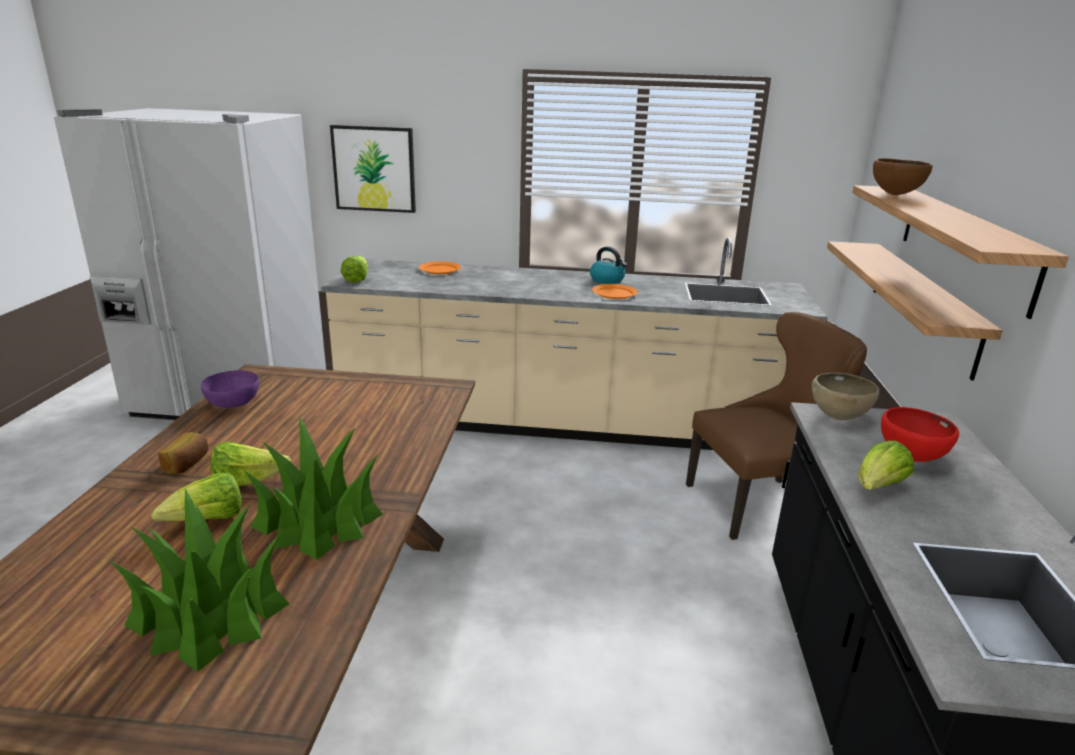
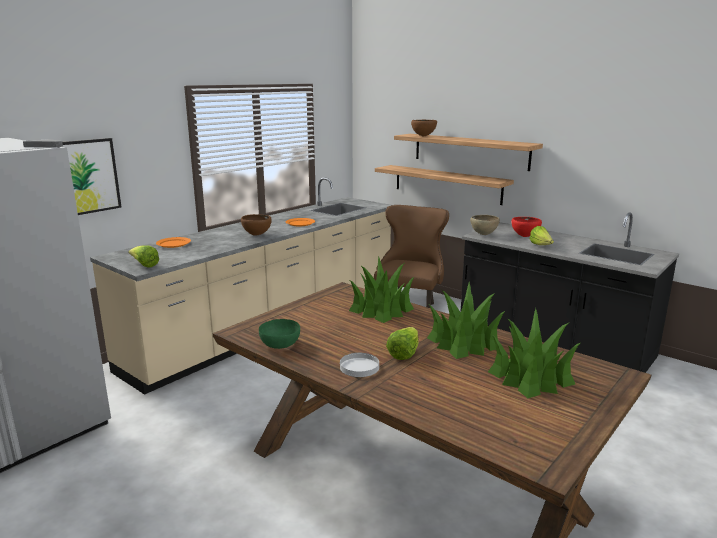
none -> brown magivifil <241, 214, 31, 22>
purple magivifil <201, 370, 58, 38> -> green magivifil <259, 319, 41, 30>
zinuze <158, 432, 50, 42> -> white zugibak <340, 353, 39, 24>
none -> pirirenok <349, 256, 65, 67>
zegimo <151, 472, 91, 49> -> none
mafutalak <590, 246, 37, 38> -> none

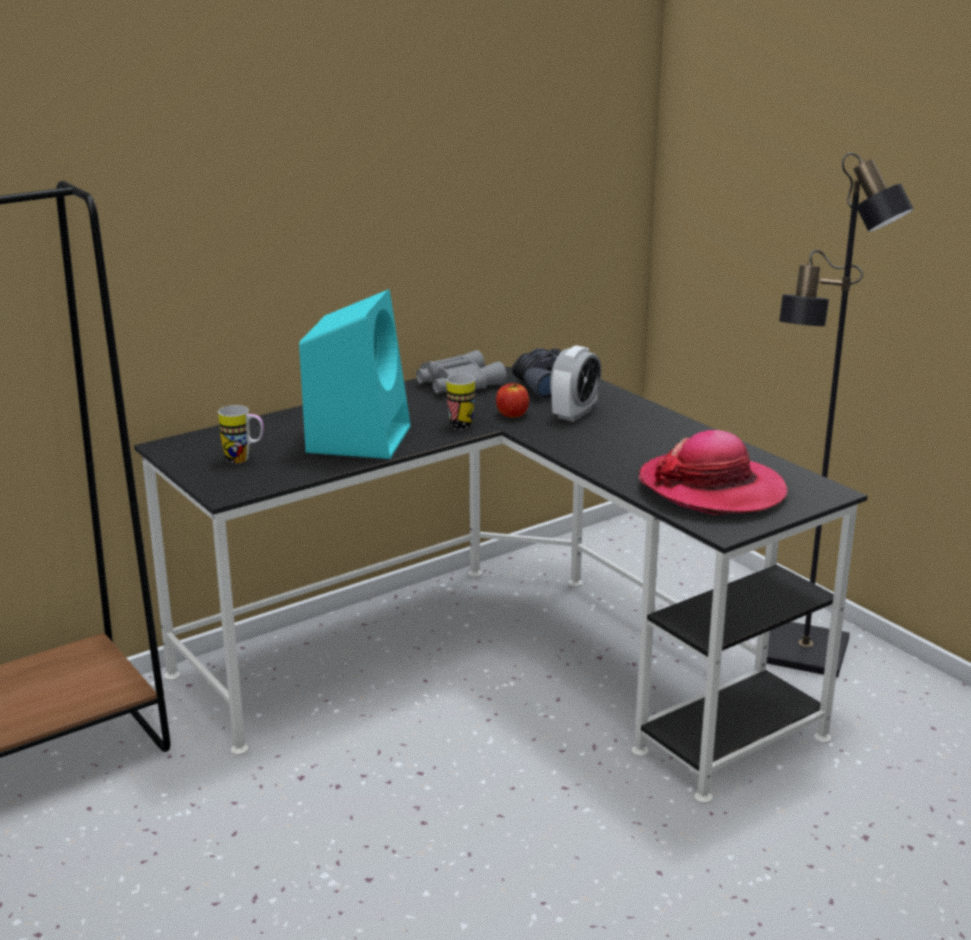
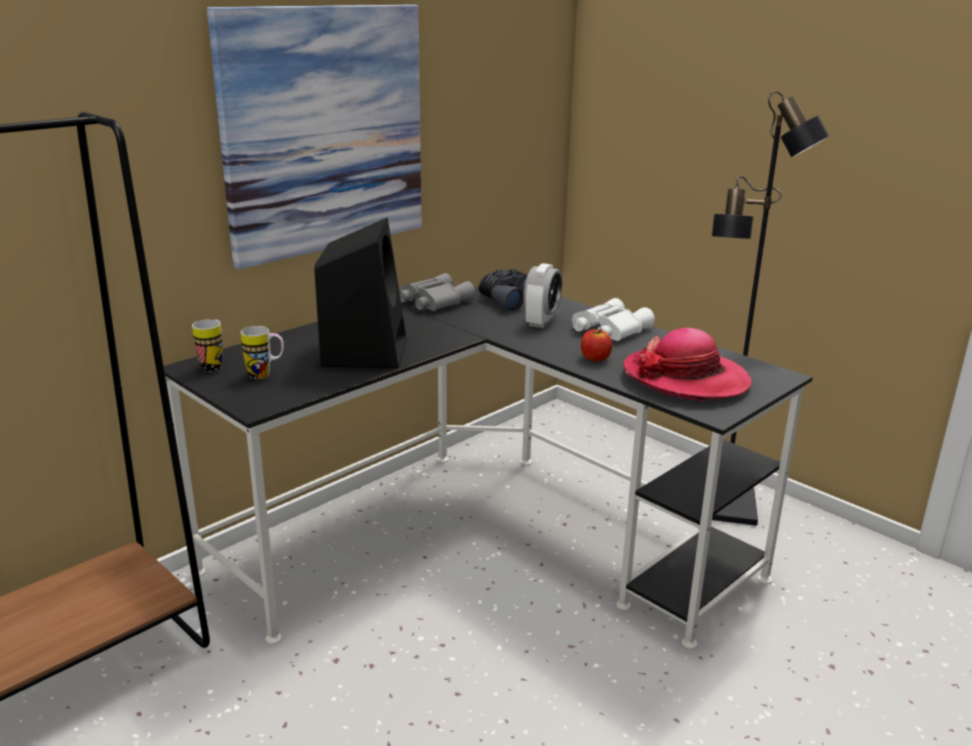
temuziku <447, 374, 28, 55> -> temuziku <192, 319, 30, 53>, relocated
none -> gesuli <207, 4, 215, 265>
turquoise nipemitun <299, 289, 112, 170> -> black nipemitun <314, 218, 92, 150>
none -> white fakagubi <572, 298, 83, 43>
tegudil <496, 383, 33, 35> -> tegudil <581, 329, 31, 33>, relocated

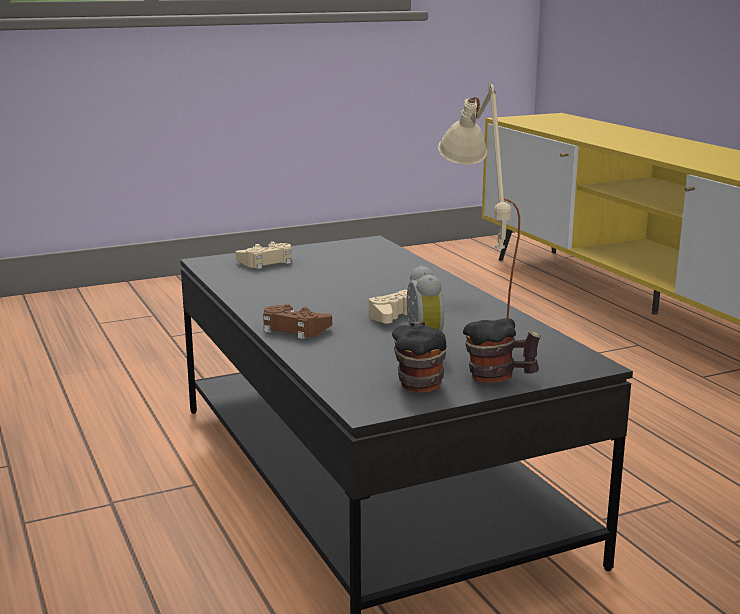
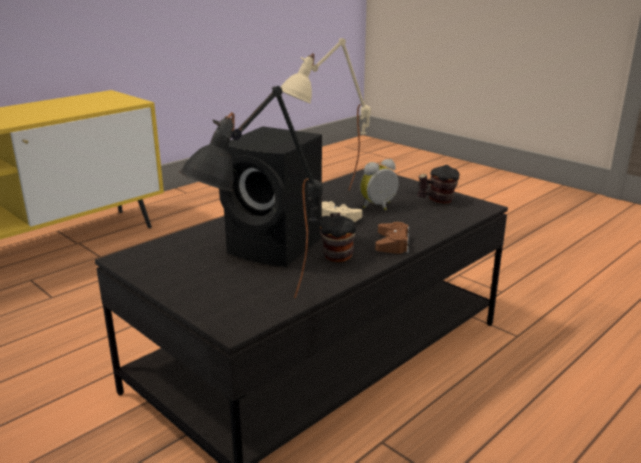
none -> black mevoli <179, 86, 144, 212>
none -> black nipemitun <219, 126, 103, 141>
temuziku <463, 318, 78, 65> -> temuziku <318, 212, 38, 50>, relocated
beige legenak <236, 242, 56, 27> -> none

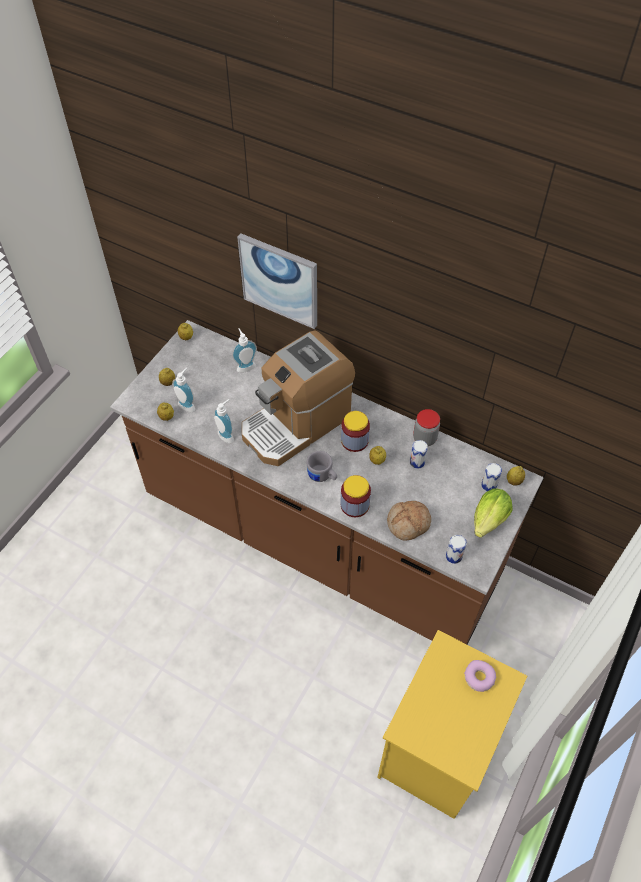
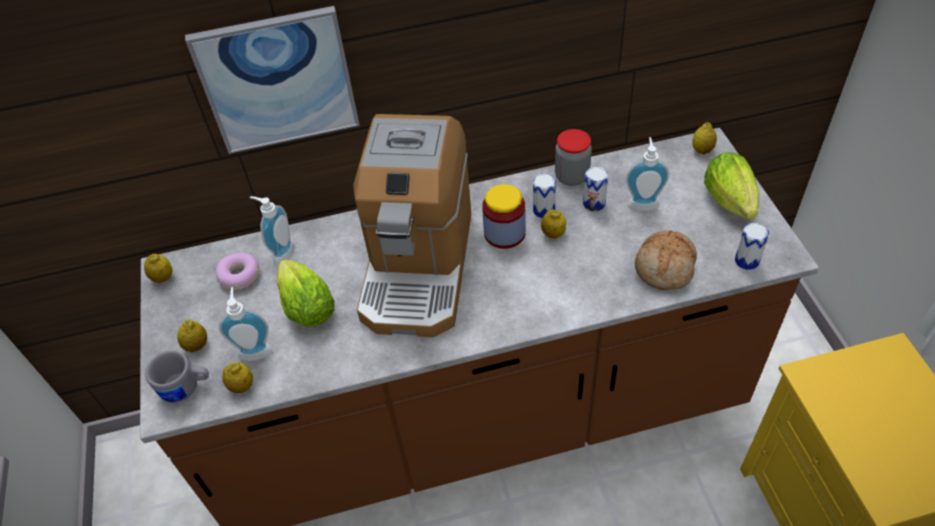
grey temuziku <307, 451, 30, 31> -> grey temuziku <145, 351, 64, 52>, relocated
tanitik <464, 660, 32, 32> -> tanitik <216, 253, 44, 37>, relocated
none -> zegimo <277, 259, 58, 68>
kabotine <481, 463, 21, 28> -> kabotine <533, 173, 23, 45>, relocated
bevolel <214, 399, 20, 44> -> bevolel <626, 137, 43, 74>, relocated
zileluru <340, 475, 31, 42> -> none

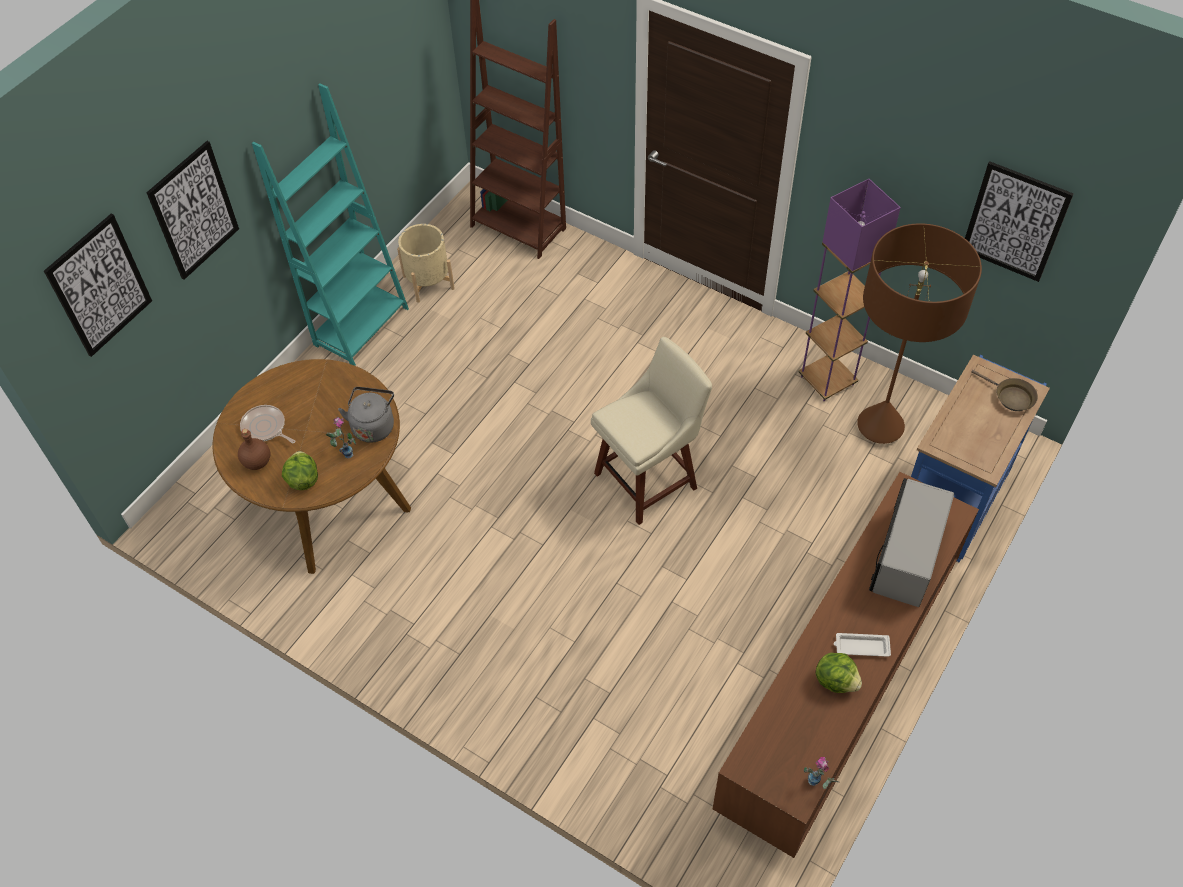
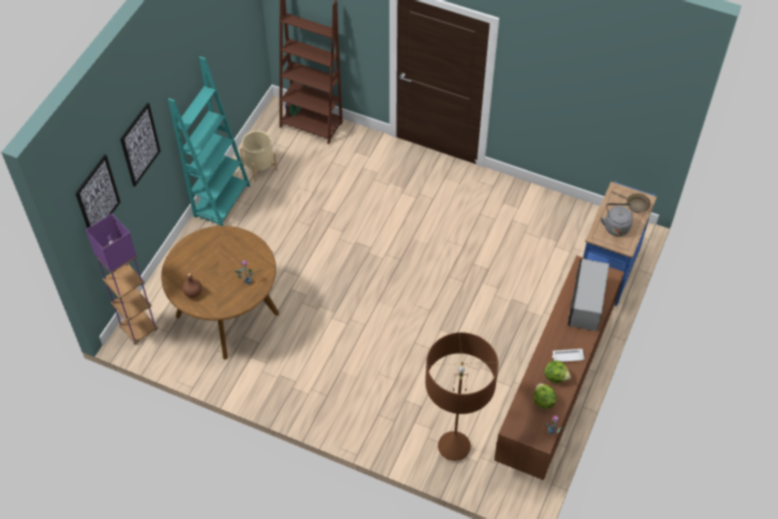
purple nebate <799, 179, 102, 222> -> purple nebate <86, 214, 72, 130>, relocated
brown nebate <857, 223, 125, 221> -> brown nebate <425, 332, 74, 129>, relocated
zegimo <282, 451, 36, 39> -> zegimo <533, 383, 24, 26>, relocated
grey mafutalak <338, 387, 56, 56> -> grey mafutalak <600, 203, 33, 33>, relocated
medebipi <240, 405, 56, 38> -> none
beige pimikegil <591, 337, 121, 188> -> none
gesuli <965, 161, 109, 121> -> none

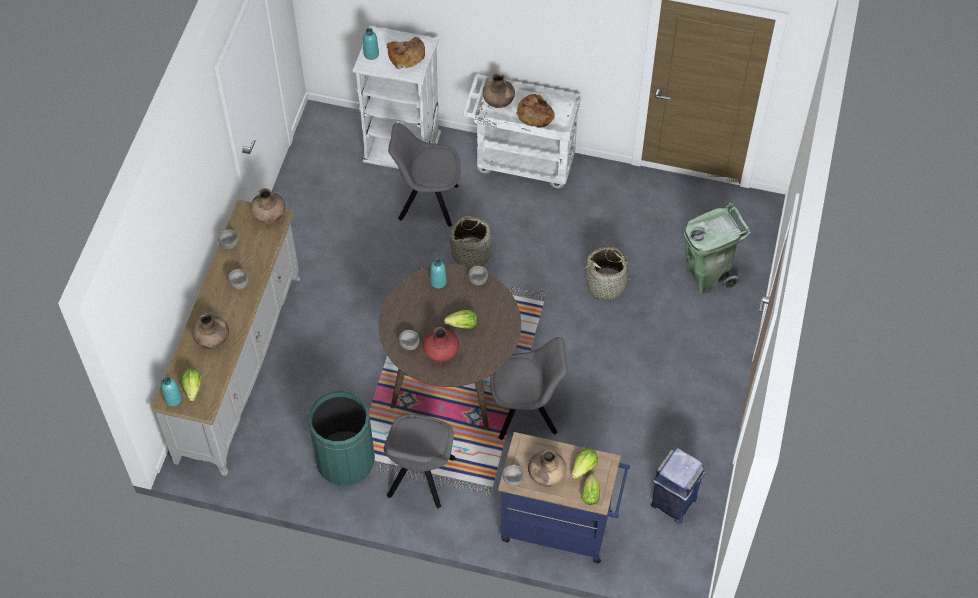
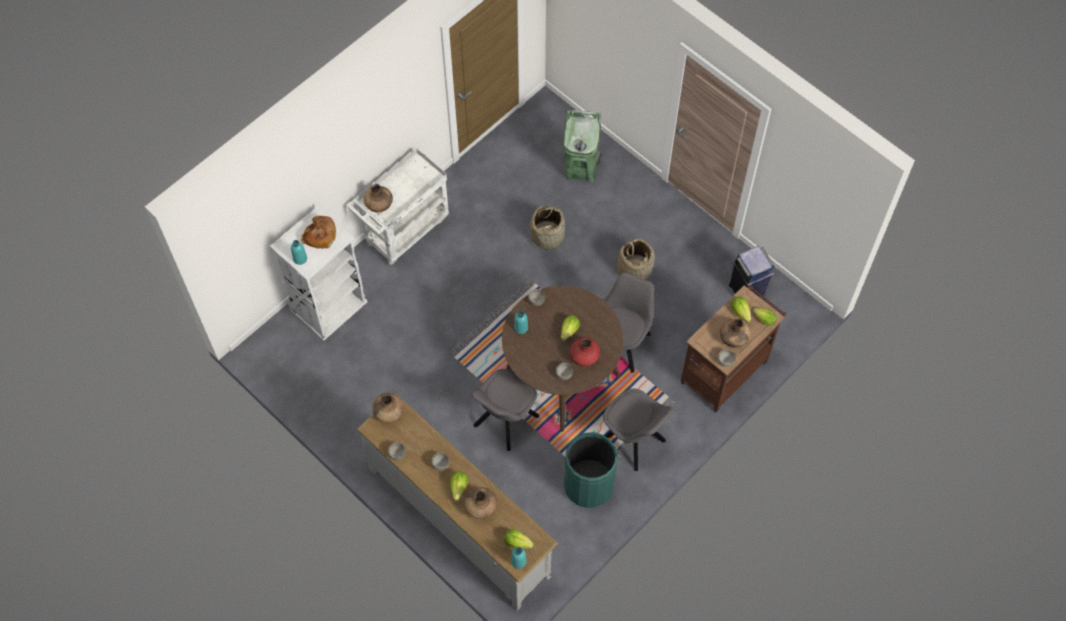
none -> zegimo <450, 471, 18, 30>
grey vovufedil <388, 123, 73, 104> -> grey vovufedil <472, 369, 67, 82>, relocated
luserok <450, 216, 42, 51> -> luserok <617, 237, 38, 43>, relocated
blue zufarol <498, 432, 132, 132> -> brown zufarol <681, 285, 105, 128>
zinuze <516, 94, 38, 34> -> none

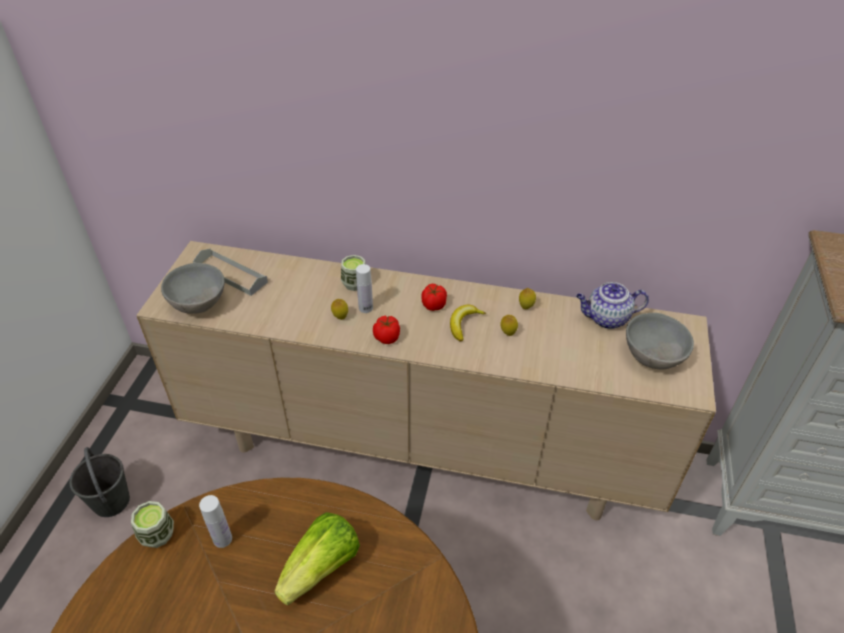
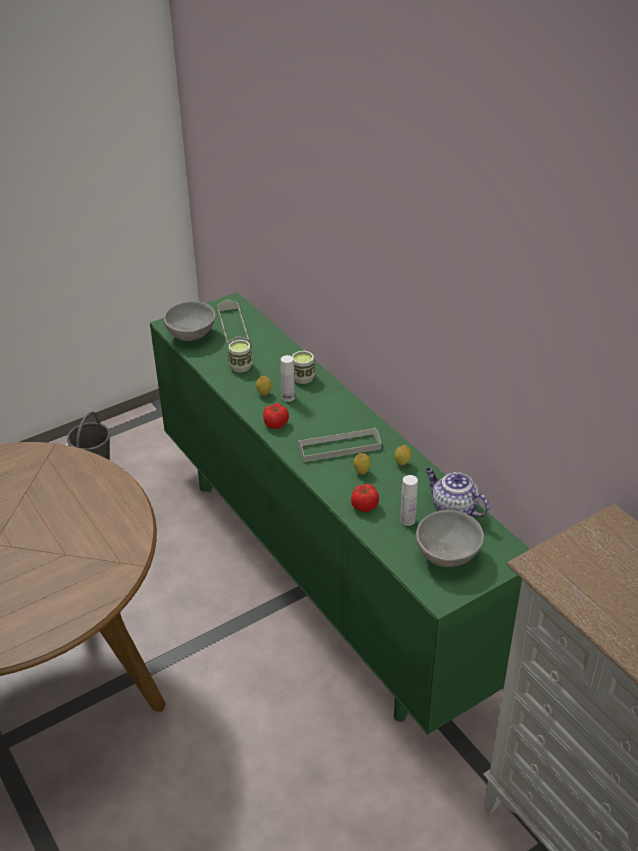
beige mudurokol <136, 241, 580, 279> -> green mudurokol <150, 292, 380, 443>
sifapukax <131, 501, 43, 47> -> sifapukax <228, 340, 25, 33>, relocated
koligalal <450, 305, 36, 37> -> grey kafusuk <298, 428, 83, 34>
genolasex <421, 284, 26, 27> -> genolasex <351, 484, 28, 28>, relocated
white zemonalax <199, 495, 33, 53> -> white zemonalax <400, 475, 18, 51>, relocated
zegimo <274, 512, 86, 93> -> none

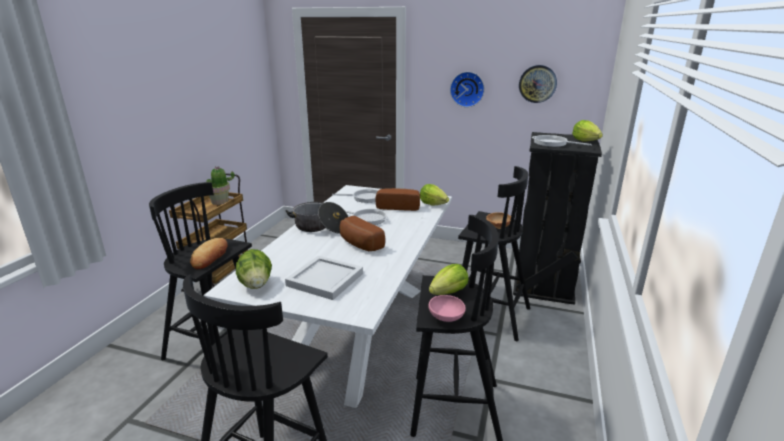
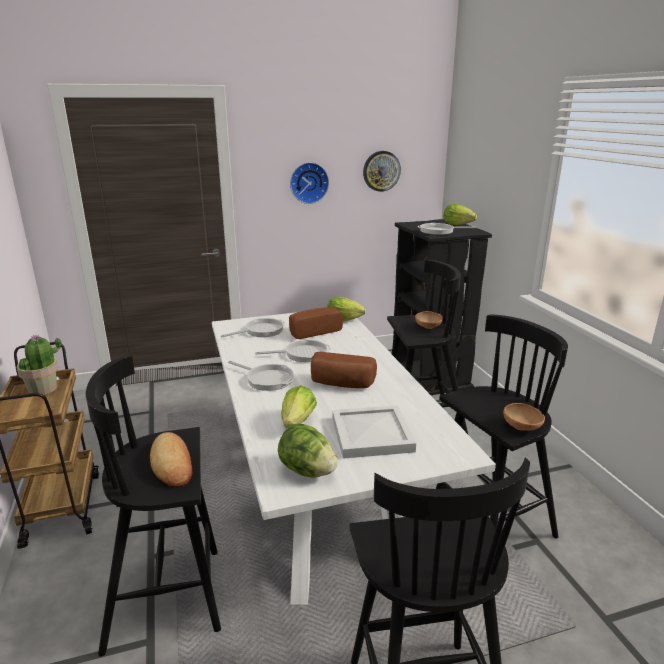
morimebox <286, 202, 62, 32> -> medebipi <228, 361, 66, 30>
zegimo <429, 264, 40, 31> -> zegimo <281, 386, 36, 43>, relocated
pink magivifil <429, 295, 37, 27> -> brown magivifil <503, 403, 42, 28>

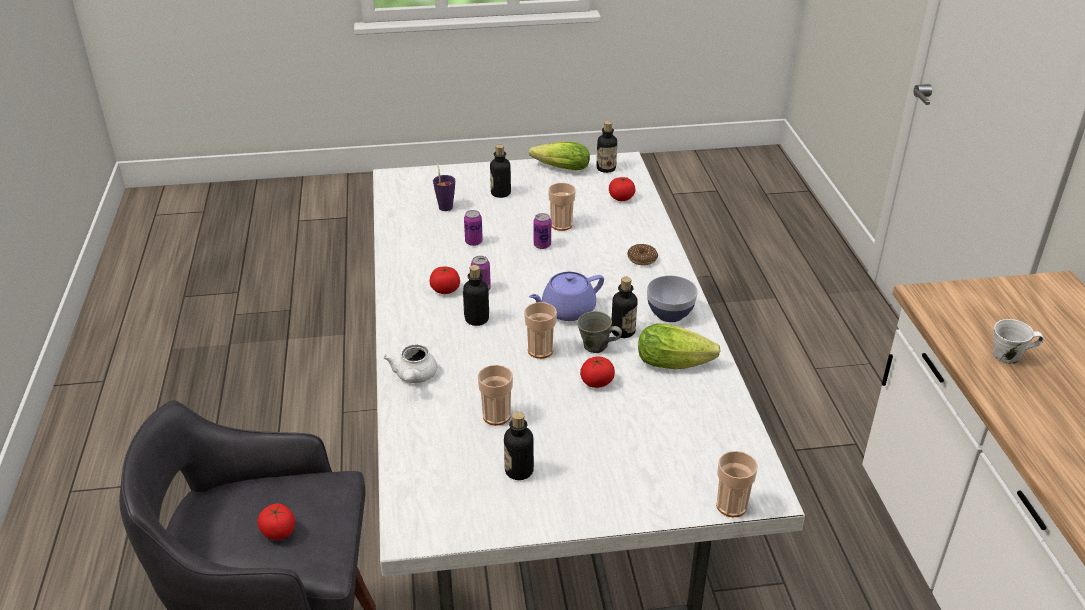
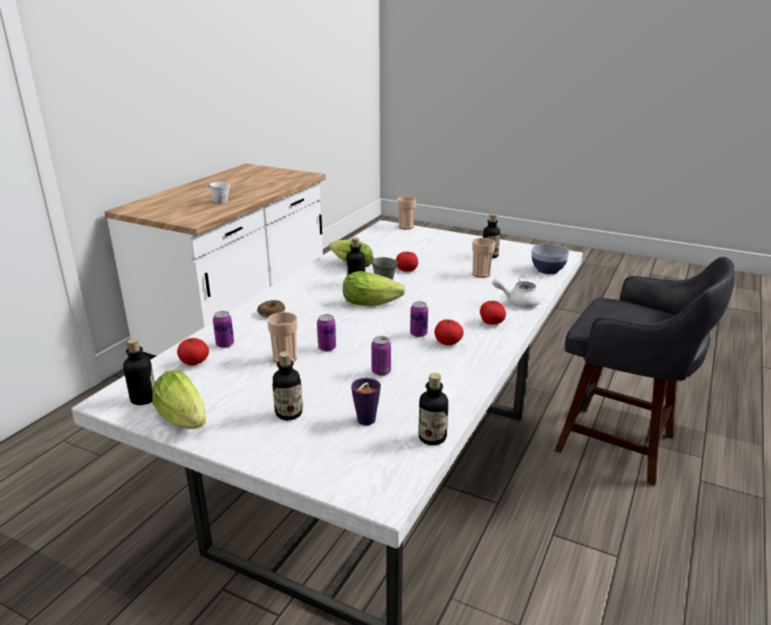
none -> kabotine <213, 311, 21, 37>
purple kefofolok <529, 272, 75, 49> -> zegimo <343, 271, 62, 35>
zemonalax <463, 265, 26, 61> -> zemonalax <418, 373, 30, 72>, relocated
genolasex <257, 503, 38, 37> -> genolasex <480, 300, 26, 25>, relocated
white kefofolok <384, 345, 53, 38> -> white kefofolok <492, 276, 49, 31>, 120 degrees counterclockwise
magivifil <647, 275, 51, 47> -> magivifil <531, 244, 38, 30>, relocated
sifapukax <524, 302, 33, 57> -> none

